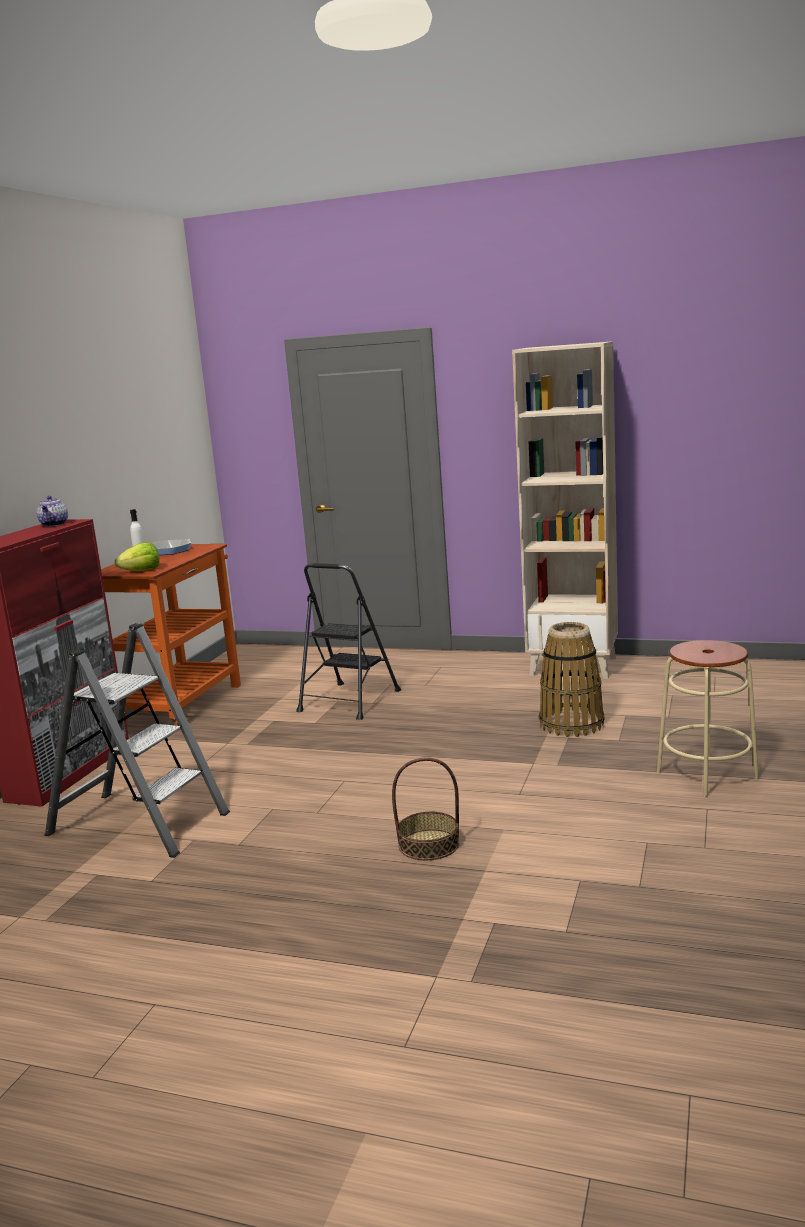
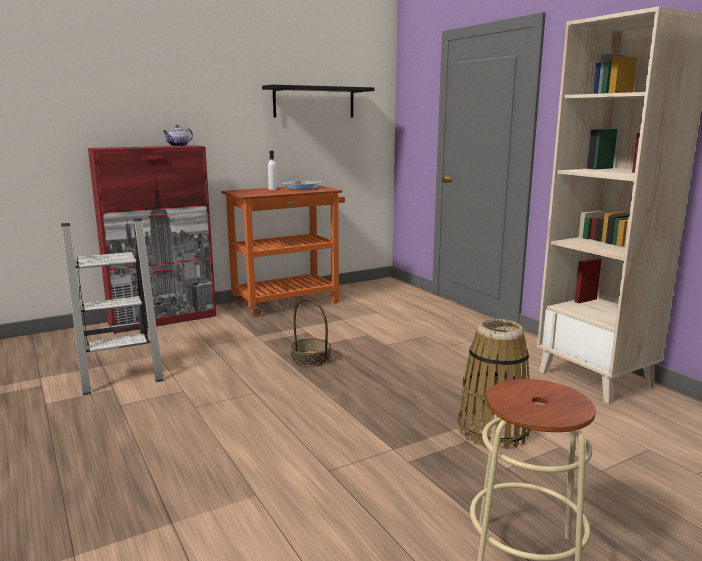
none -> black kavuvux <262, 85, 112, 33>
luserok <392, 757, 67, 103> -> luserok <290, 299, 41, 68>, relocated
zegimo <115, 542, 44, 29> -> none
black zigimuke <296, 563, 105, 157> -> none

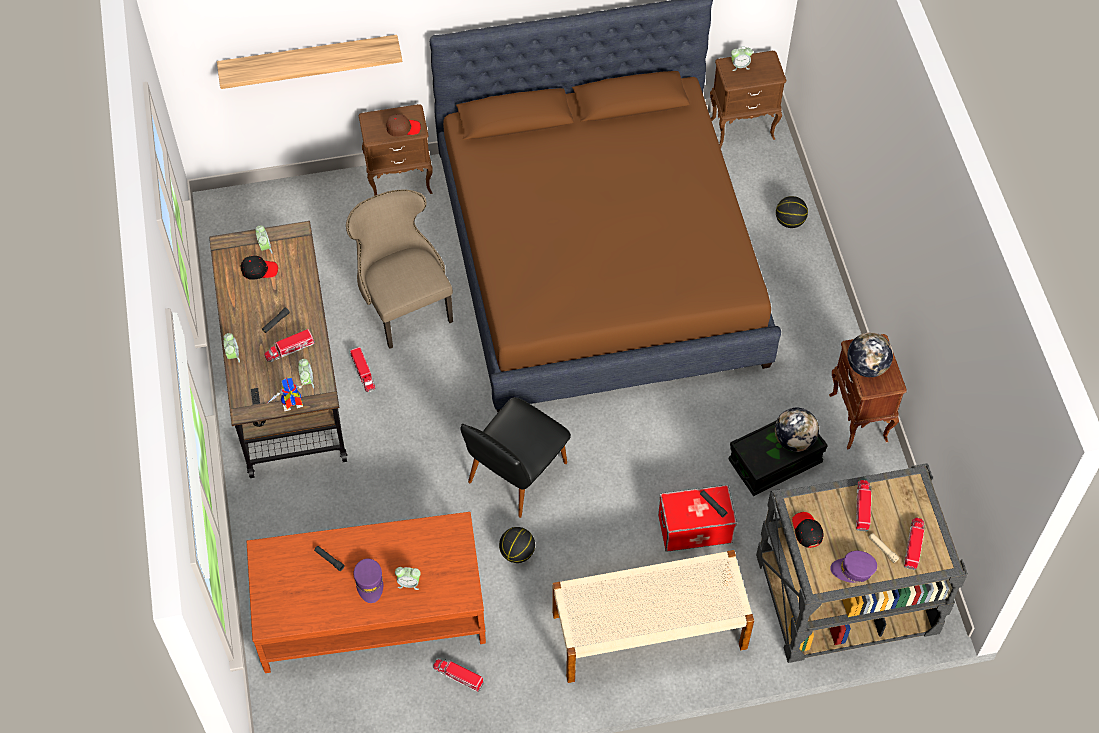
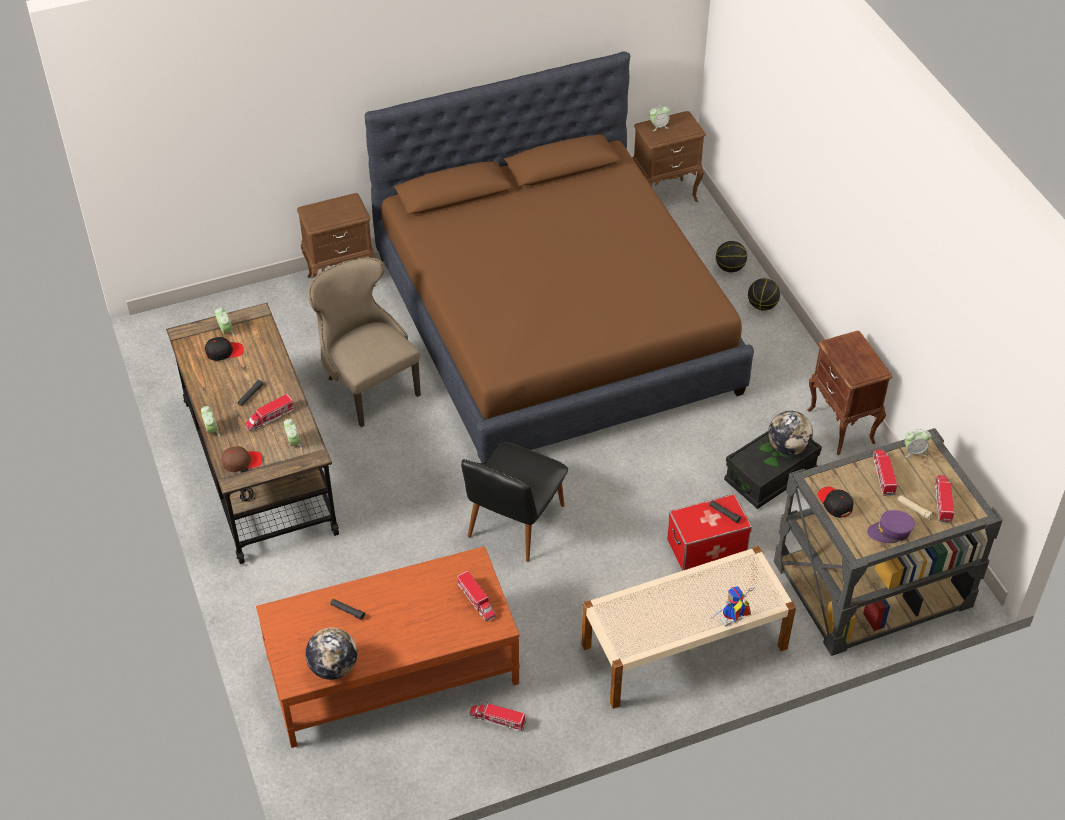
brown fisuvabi <386, 114, 35, 23> -> brown fisuvabi <221, 446, 41, 26>, relocated
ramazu <848, 332, 45, 45> -> ramazu <305, 628, 52, 52>, relocated
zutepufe <350, 347, 26, 45> -> zutepufe <457, 571, 39, 50>, relocated
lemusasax <268, 378, 41, 33> -> lemusasax <712, 586, 43, 41>, relocated
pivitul <499, 527, 36, 36> -> pivitul <748, 278, 32, 32>, relocated
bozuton <395, 567, 26, 23> -> bozuton <905, 429, 26, 28>, relocated
kavuvux <217, 35, 185, 54> -> none
purple fisuvabi <354, 559, 29, 44> -> none

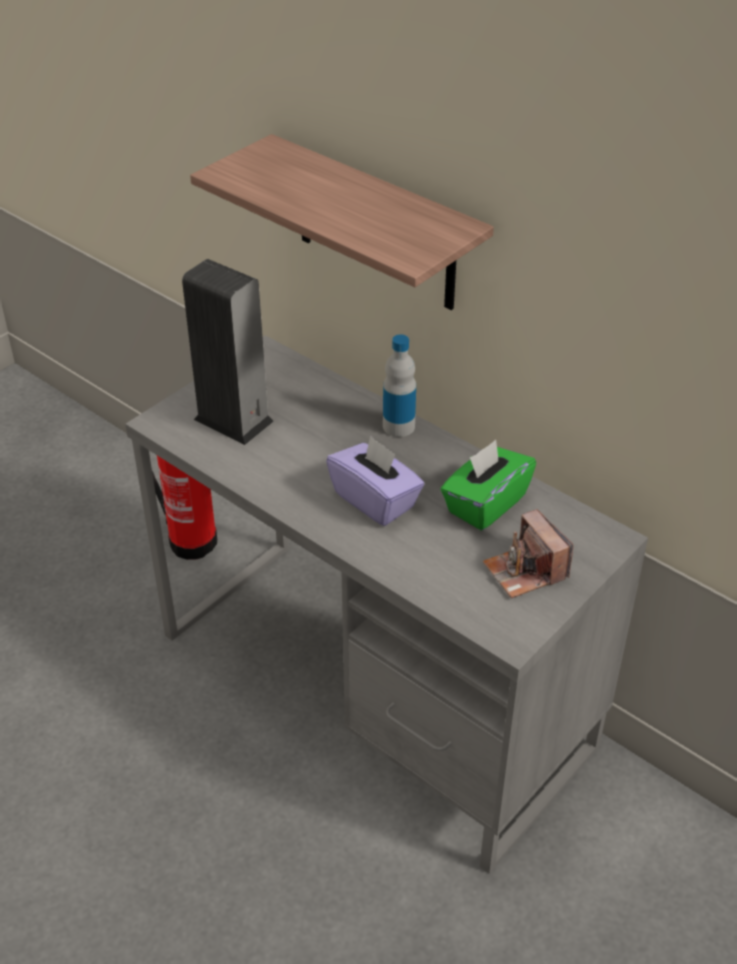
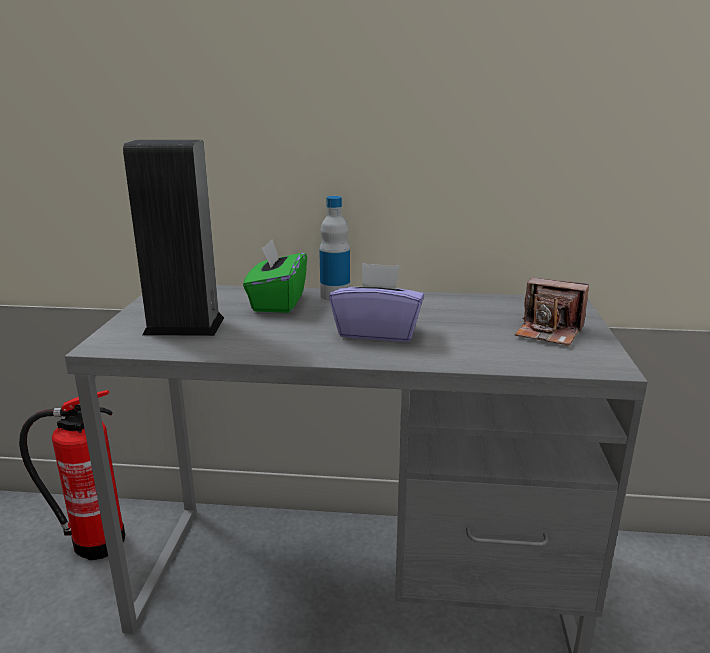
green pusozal <440, 440, 96, 90> -> green pusozal <243, 239, 64, 74>, relocated
kavuvux <190, 134, 304, 176> -> none

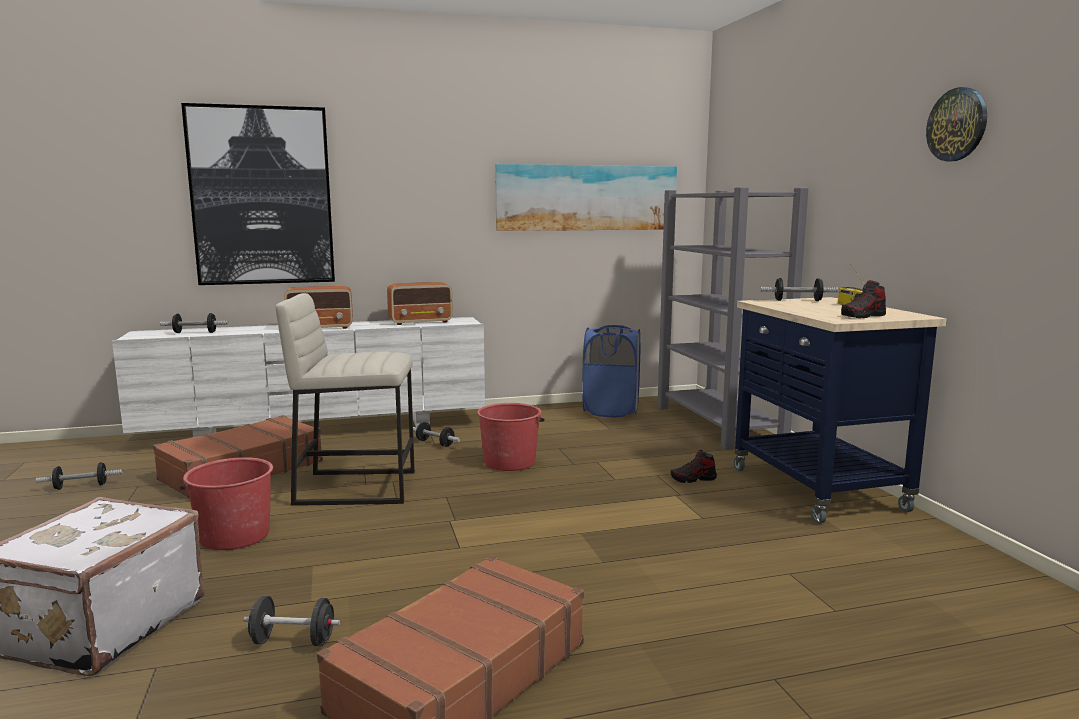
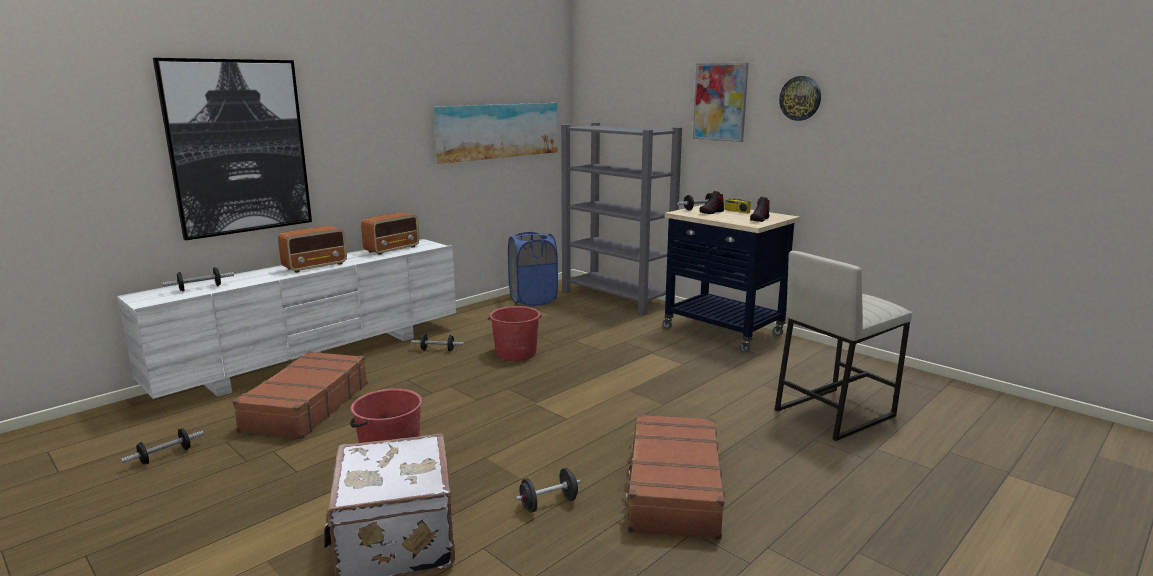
none -> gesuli <693, 63, 56, 79>
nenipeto <671, 450, 46, 33> -> nenipeto <700, 191, 24, 23>, relocated
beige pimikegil <276, 293, 139, 213> -> beige pimikegil <775, 251, 137, 190>, relocated

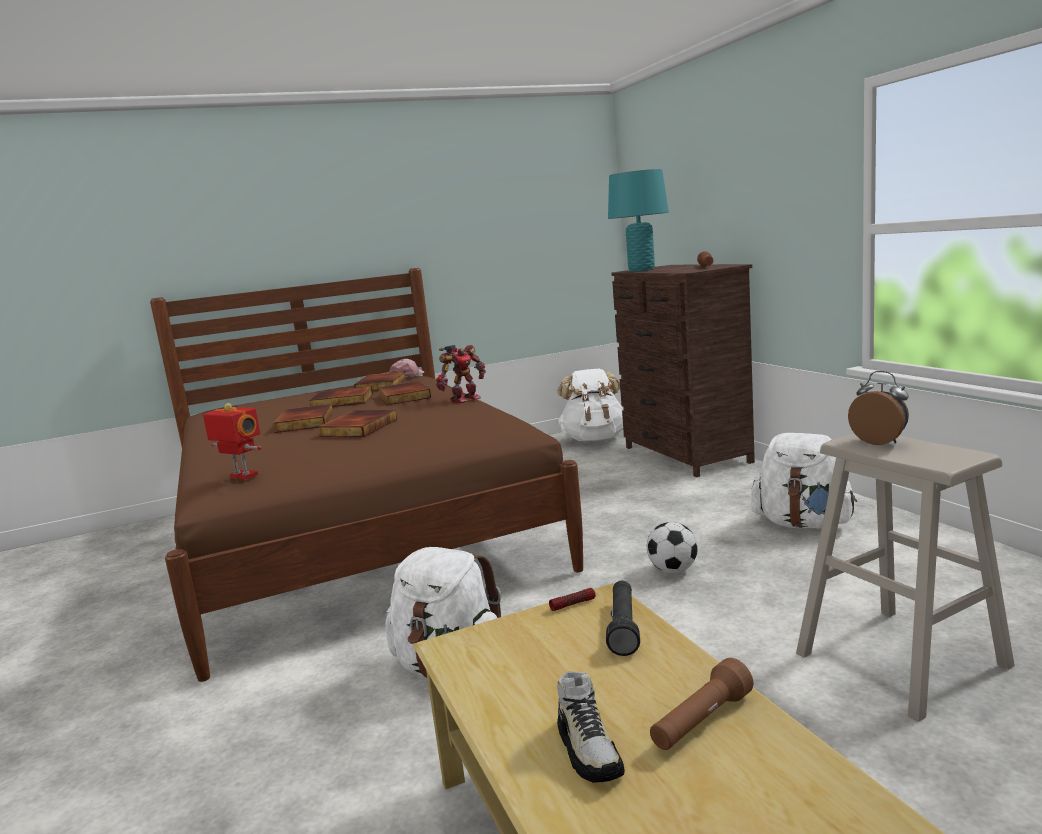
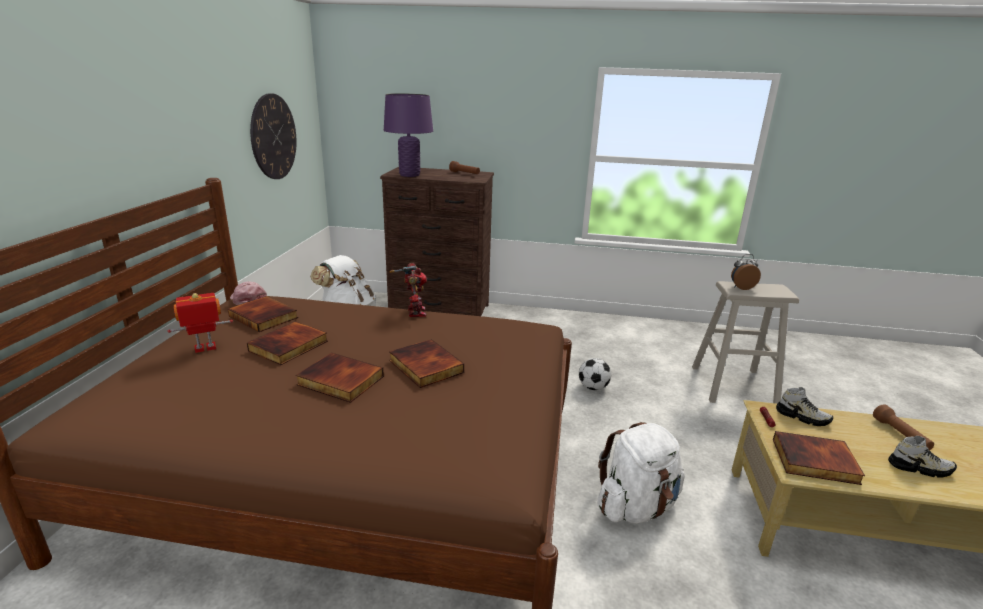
lemusasax <203, 403, 59, 77> -> lemusasax <167, 293, 66, 60>, relocated
none -> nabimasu <250, 93, 47, 86>
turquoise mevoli <608, 169, 61, 103> -> purple mevoli <384, 93, 49, 84>
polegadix <378, 381, 53, 24> -> polegadix <773, 431, 92, 54>, relocated
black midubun <606, 581, 34, 75> -> nenipeto <776, 387, 57, 39>
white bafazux <751, 433, 106, 96> -> none

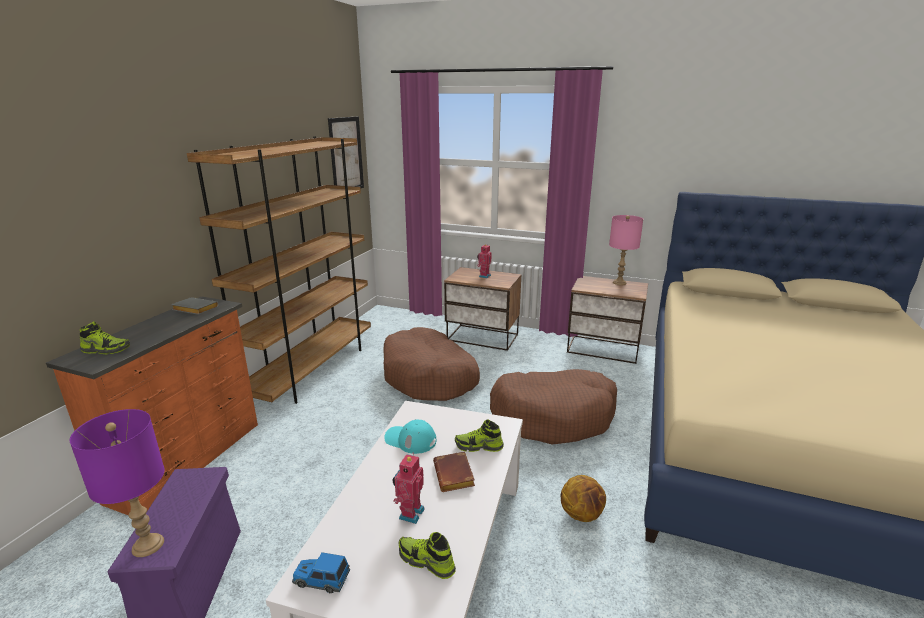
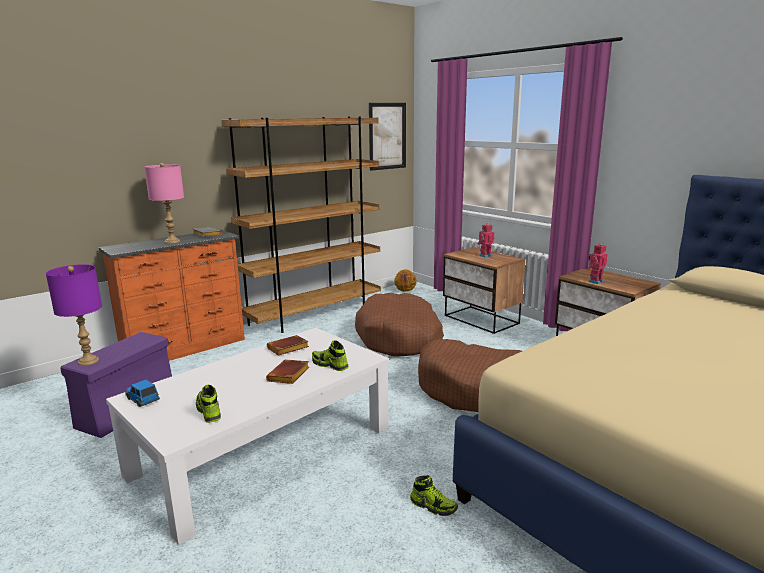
pink mevoli <609, 215, 34, 70> -> pink mevoli <144, 163, 40, 81>, relocated
turquoise fisuvabi <384, 420, 53, 34> -> brown polegadix <267, 335, 42, 21>
pivitul <560, 475, 46, 47> -> pivitul <394, 270, 23, 21>, relocated
nenipeto <80, 321, 50, 34> -> nenipeto <410, 475, 48, 41>, relocated
lemusasax <393, 453, 31, 71> -> lemusasax <587, 243, 21, 41>, relocated

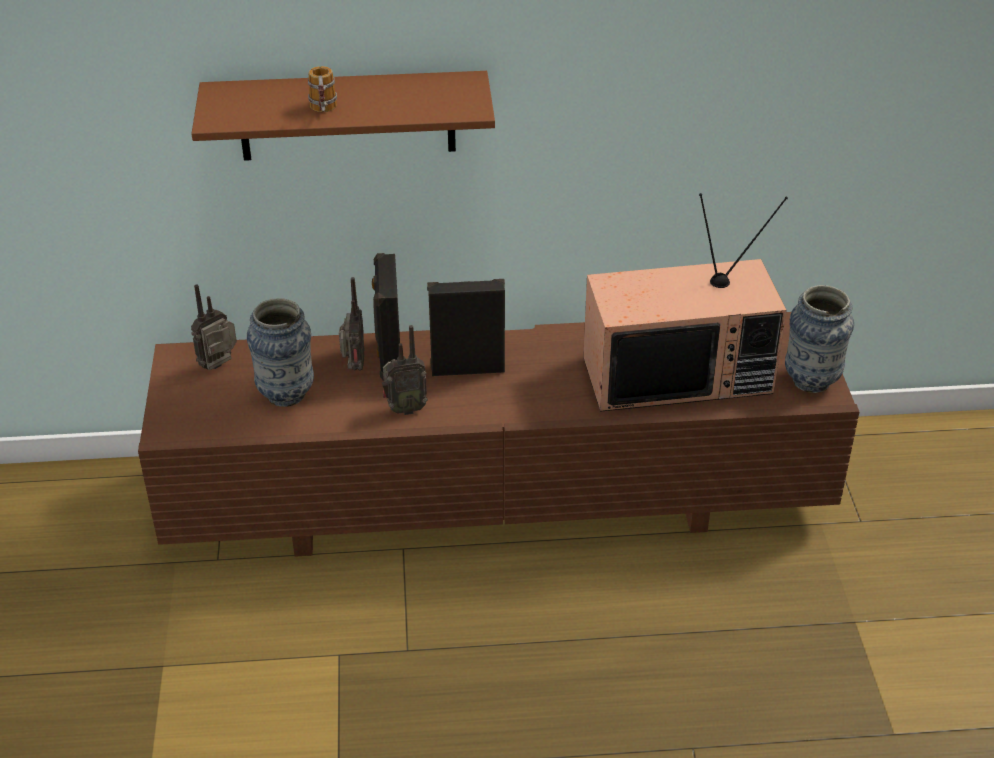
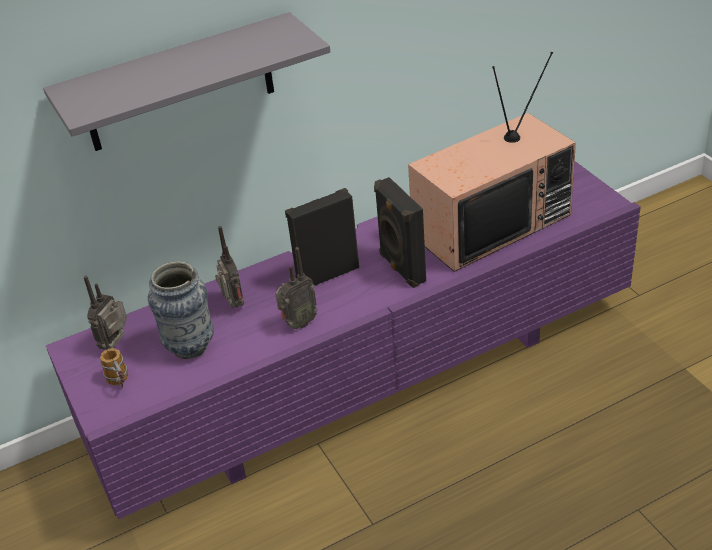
brown kavuvux <191, 71, 304, 90> -> grey kavuvux <43, 12, 287, 139>
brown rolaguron <138, 312, 722, 245> -> purple rolaguron <46, 161, 595, 358>
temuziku <308, 66, 29, 46> -> temuziku <100, 348, 28, 40>, relocated
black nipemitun <372, 253, 28, 128> -> black nipemitun <374, 177, 52, 111>, relocated
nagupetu <785, 285, 69, 108> -> none

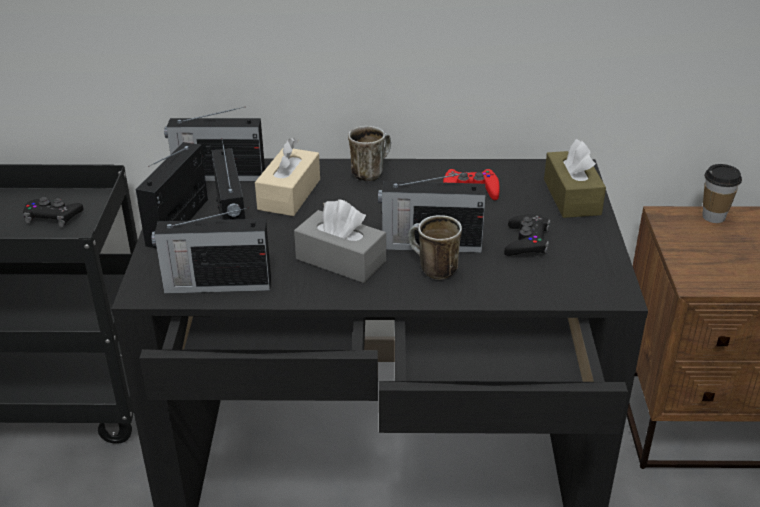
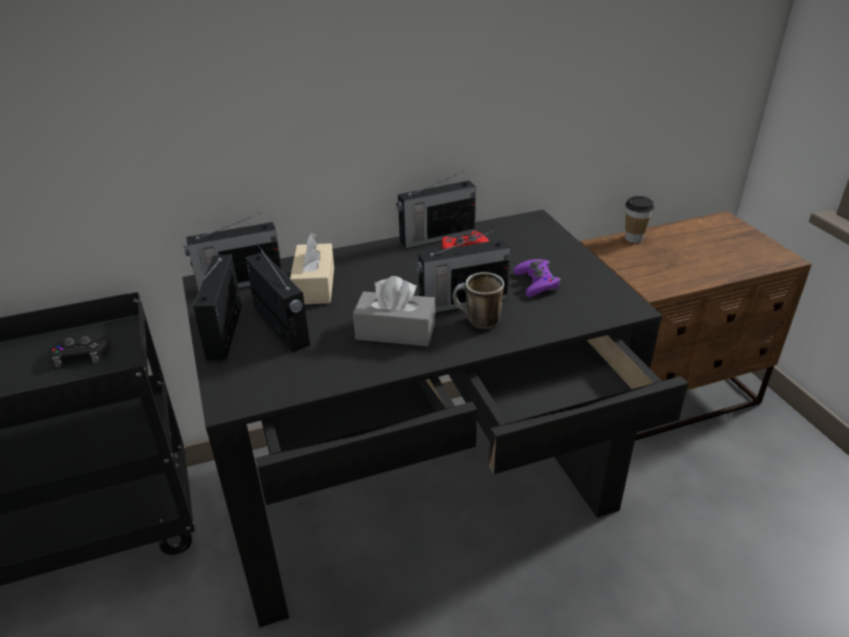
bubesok <151, 207, 120, 86> -> bubesok <396, 171, 80, 77>, relocated
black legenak <504, 214, 47, 42> -> purple legenak <514, 259, 47, 38>
temuziku <348, 126, 43, 55> -> none
brown pusozal <544, 139, 62, 79> -> none

